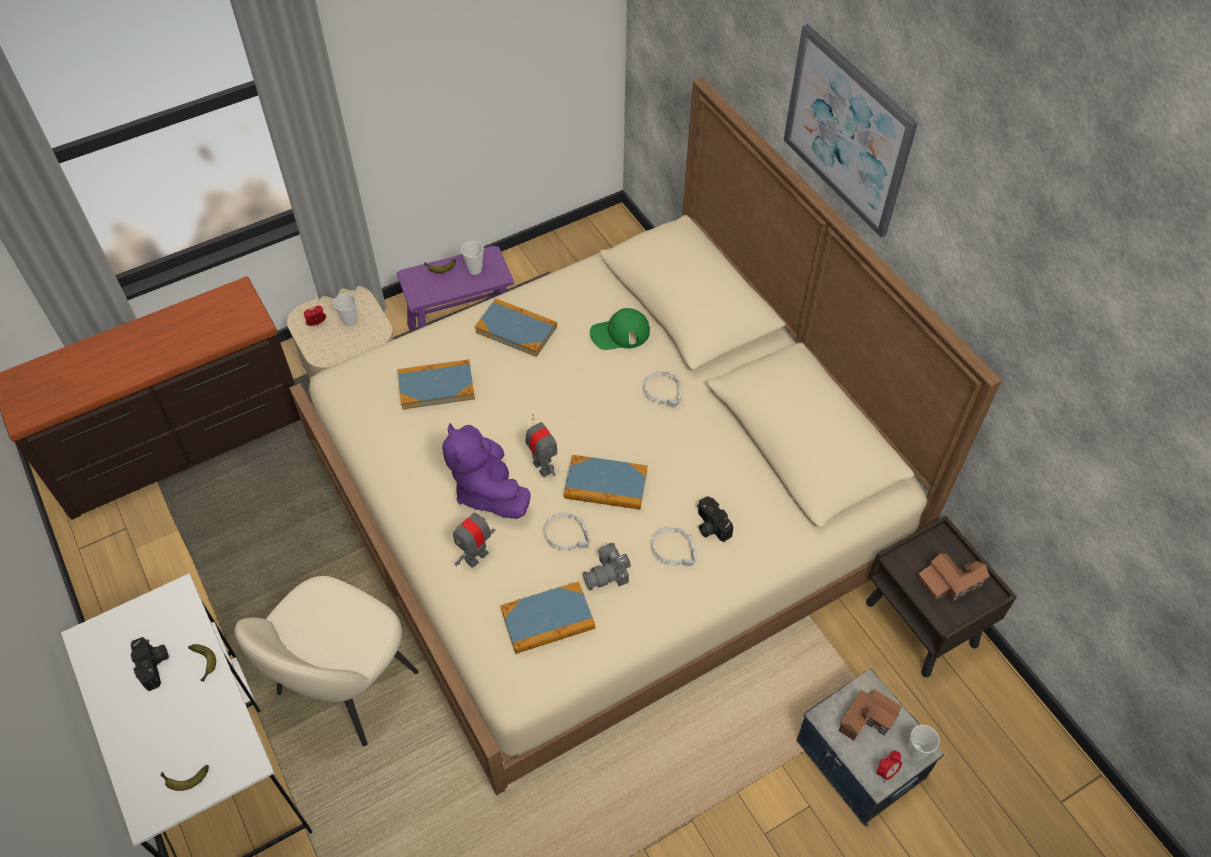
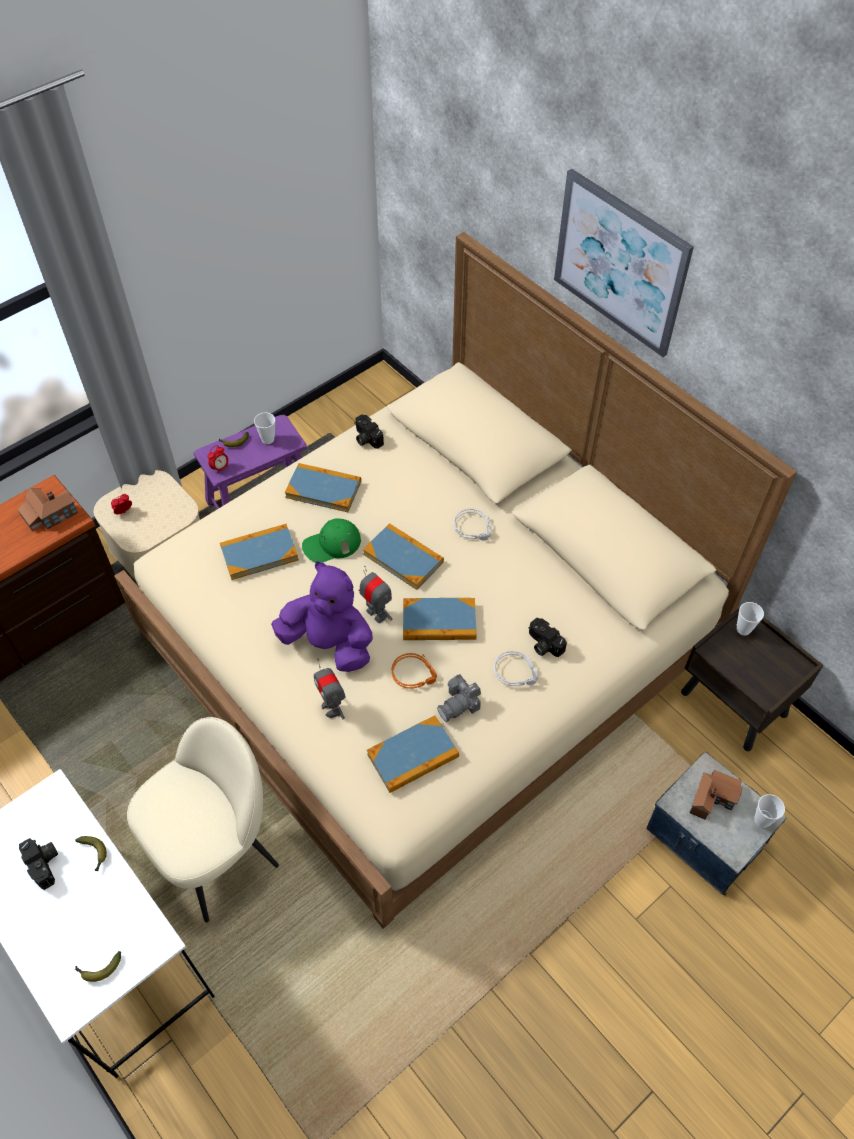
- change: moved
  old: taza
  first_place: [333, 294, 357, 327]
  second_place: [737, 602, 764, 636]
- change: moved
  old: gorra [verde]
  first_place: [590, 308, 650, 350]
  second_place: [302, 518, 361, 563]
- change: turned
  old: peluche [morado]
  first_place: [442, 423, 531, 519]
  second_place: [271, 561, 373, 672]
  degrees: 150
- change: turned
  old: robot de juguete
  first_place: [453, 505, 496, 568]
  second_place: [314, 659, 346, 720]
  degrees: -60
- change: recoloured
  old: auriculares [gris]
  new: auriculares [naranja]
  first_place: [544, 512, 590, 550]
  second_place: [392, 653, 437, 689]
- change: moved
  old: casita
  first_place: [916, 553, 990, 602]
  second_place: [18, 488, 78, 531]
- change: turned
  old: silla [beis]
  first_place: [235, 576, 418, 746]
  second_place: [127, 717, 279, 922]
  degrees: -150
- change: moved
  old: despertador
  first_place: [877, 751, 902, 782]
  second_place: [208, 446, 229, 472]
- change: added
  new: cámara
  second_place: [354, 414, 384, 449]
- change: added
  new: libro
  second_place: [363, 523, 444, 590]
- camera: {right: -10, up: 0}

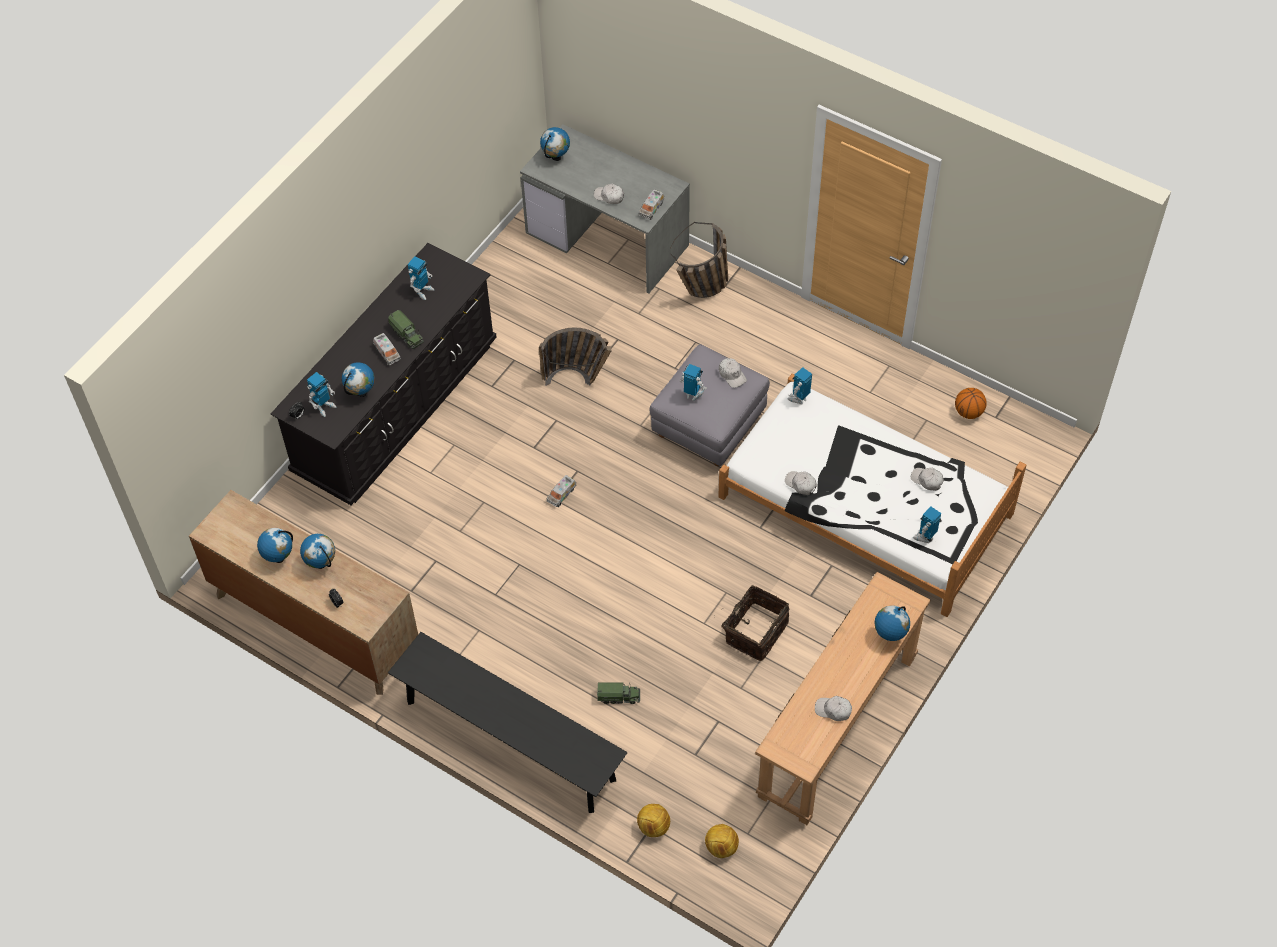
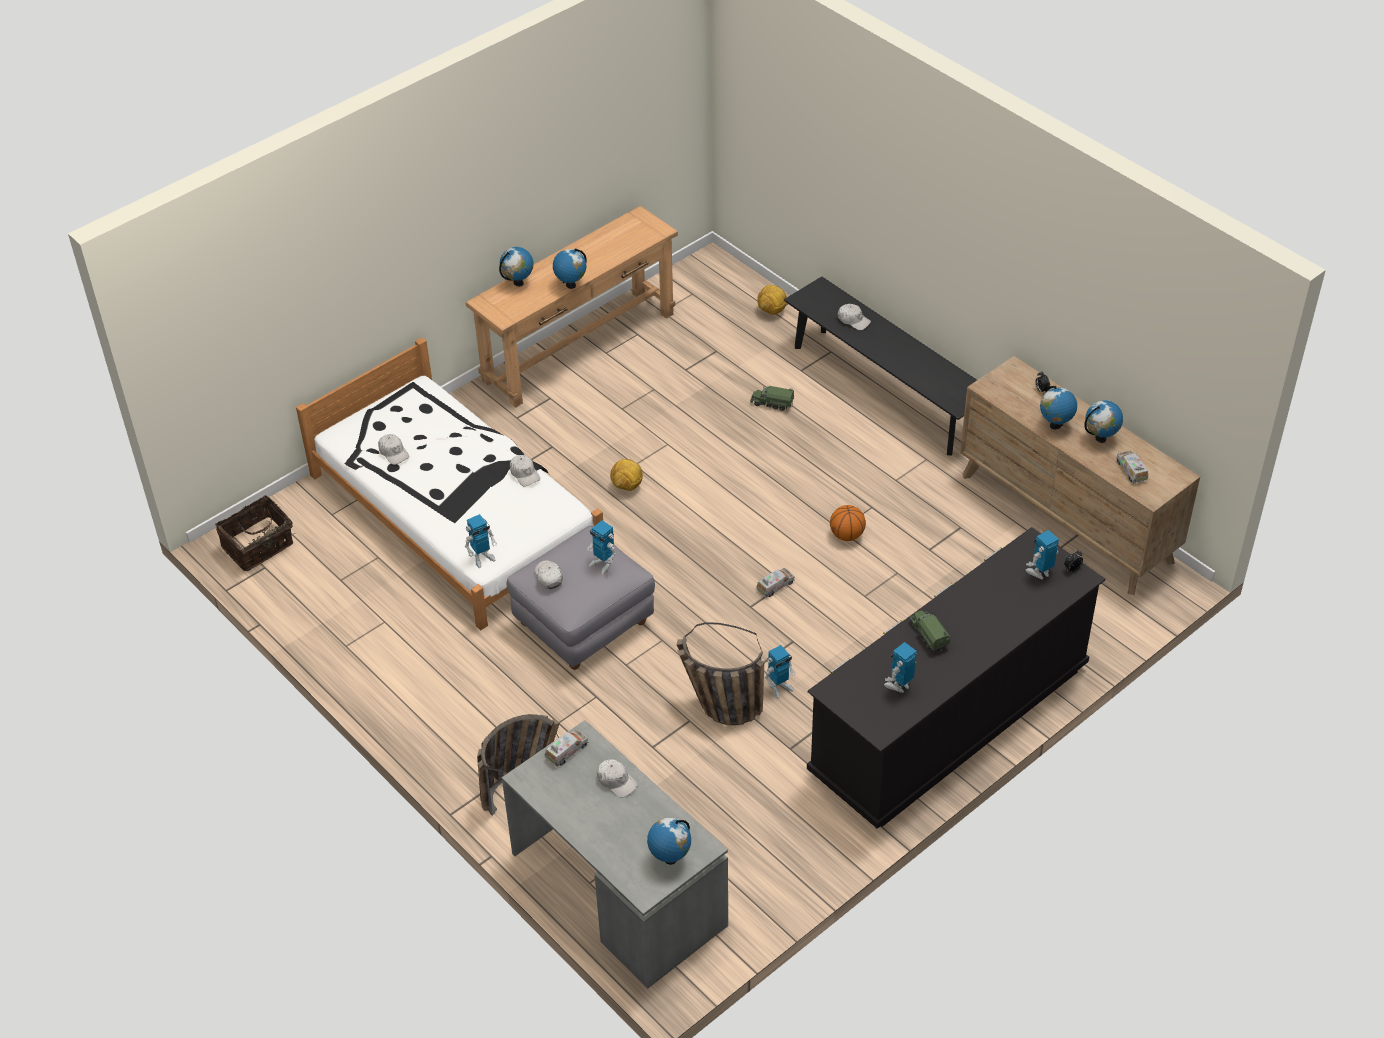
- change: moved
  old: camión de juguete
  first_place: [373, 333, 401, 366]
  second_place: [1116, 451, 1148, 484]
- change: moved
  old: globo terráqueo
  first_place: [342, 362, 375, 397]
  second_place: [553, 248, 587, 289]
- change: moved
  old: balón de baloncesto
  first_place: [955, 388, 987, 419]
  second_place: [830, 505, 866, 541]
- change: moved
  old: robot de juguete
  first_place: [913, 506, 941, 543]
  second_place: [765, 645, 796, 699]
- change: moved
  old: cesta
  first_place: [714, 585, 789, 661]
  second_place: [215, 495, 293, 571]
- change: moved
  old: gorra [blanco]
  first_place: [815, 696, 852, 721]
  second_place: [838, 304, 871, 330]
- change: moved
  old: balón de fútbol
  first_place: [705, 824, 739, 858]
  second_place: [610, 459, 643, 491]
- camera: {right: -165, up: -10}

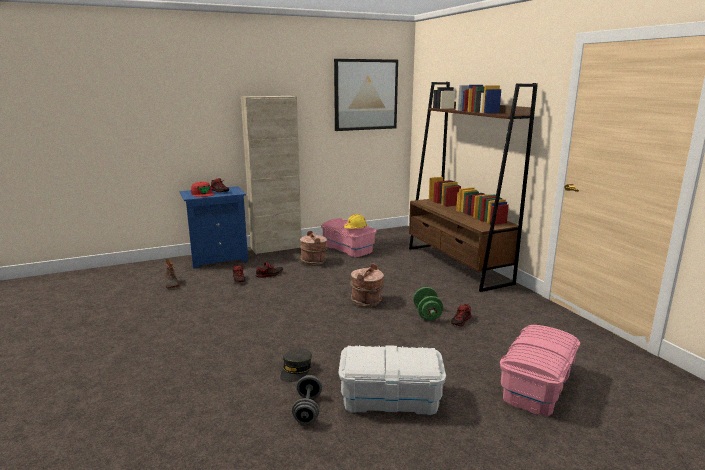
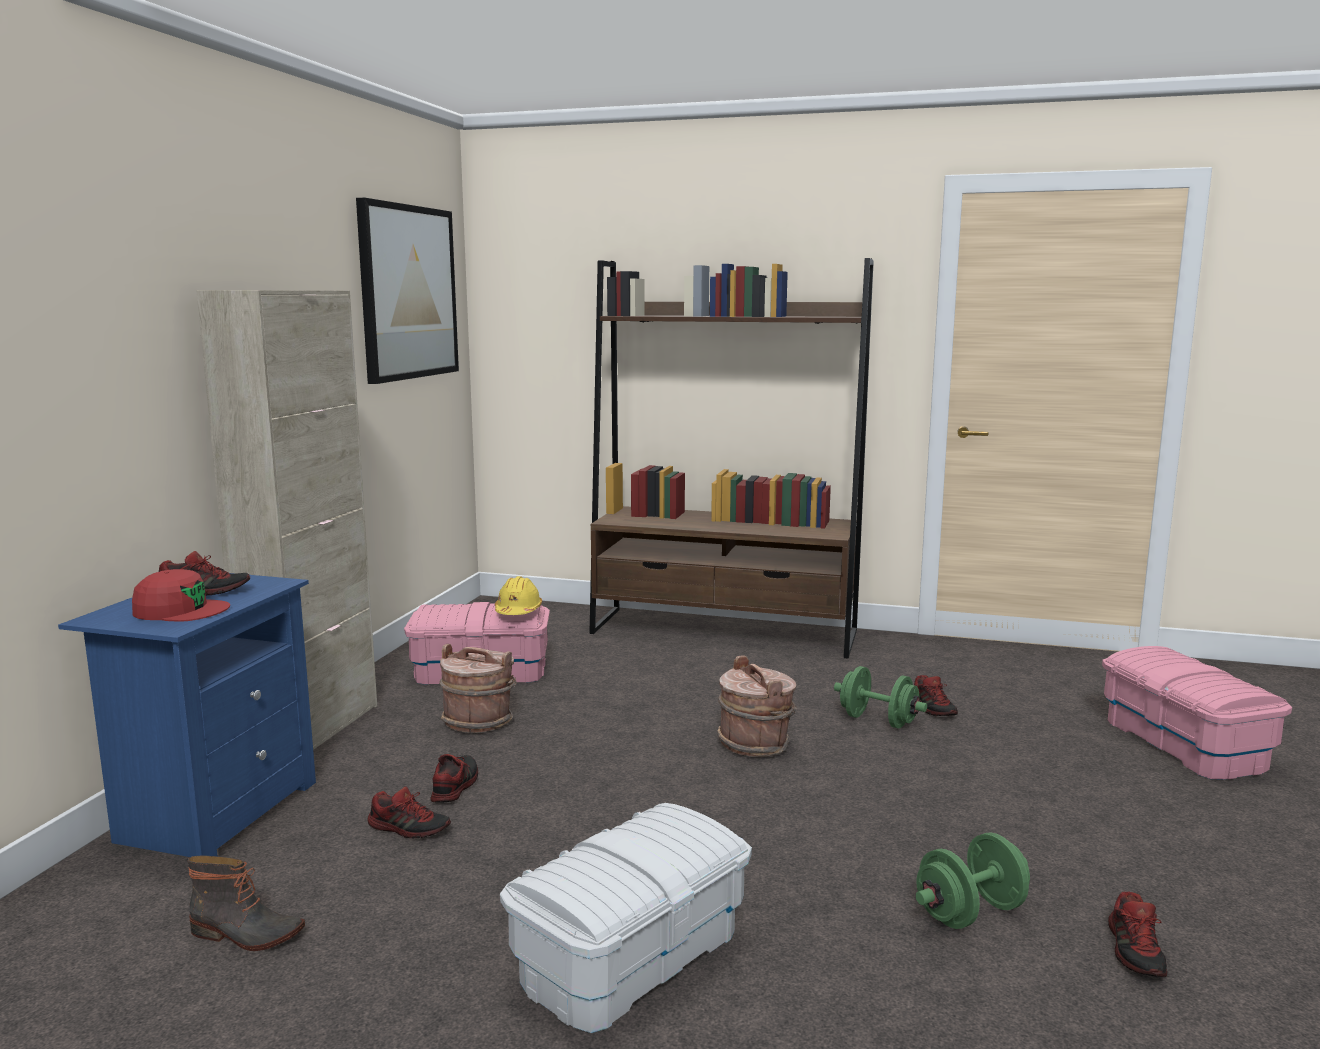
- change: moved
  old: caja de almacenaje [blanco]
  first_place: [338, 345, 446, 415]
  second_place: [500, 803, 752, 1033]
- change: replaced
  old: gorra [gris]
  new: mancuerna [verde]
  first_place: [280, 349, 312, 383]
  second_place: [916, 833, 1030, 929]
- change: replaced
  old: mancuerna [gris]
  new: zapato
  first_place: [292, 375, 322, 424]
  second_place: [1108, 892, 1167, 977]
- camera: {right: -50, up: -5}

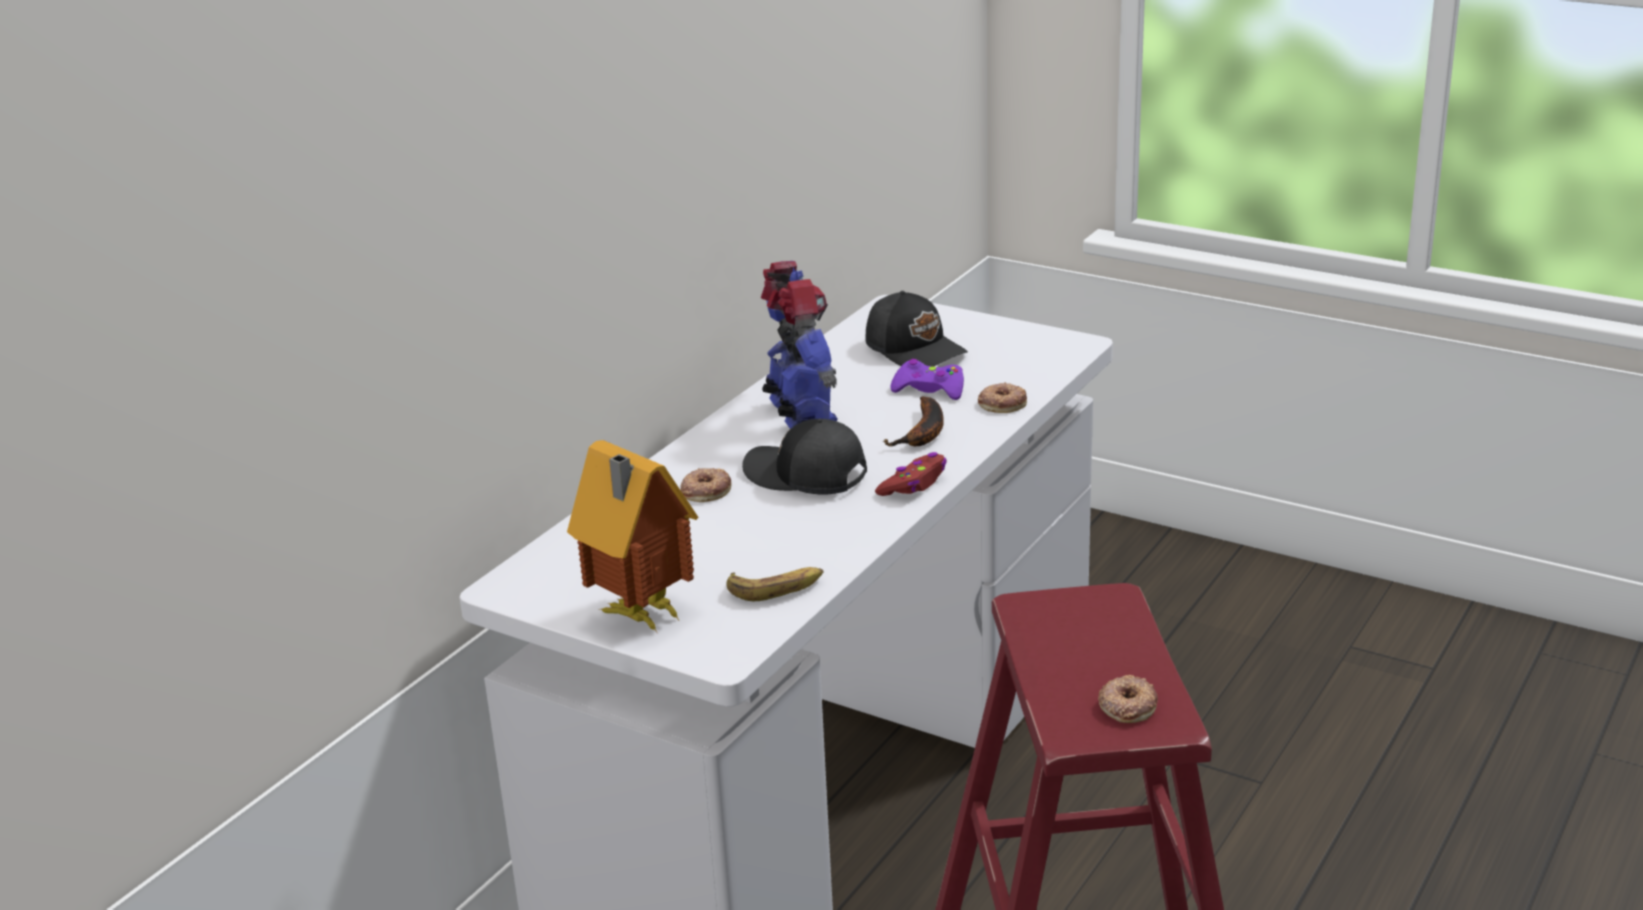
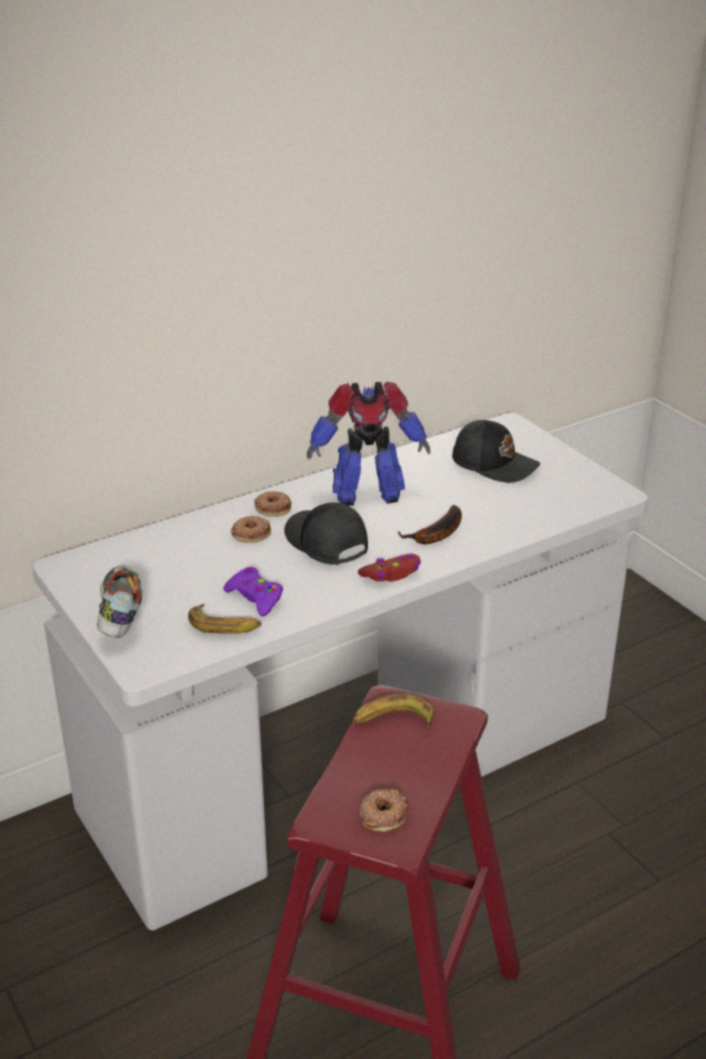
- change: turned
  old: robot de juguete
  first_place: [761, 261, 838, 429]
  second_place: [307, 382, 430, 506]
  degrees: 75
- change: turned
  old: gorra [negro]
  first_place: [865, 291, 968, 366]
  second_place: [452, 420, 540, 482]
  degrees: -45
- change: moved
  old: mando de consola [morado]
  first_place: [890, 359, 964, 400]
  second_place: [223, 567, 283, 616]
- change: moved
  old: rosquilla
  first_place: [978, 382, 1027, 413]
  second_place: [254, 491, 292, 517]
- change: replaced
  old: casita
  new: zapato
  first_place: [567, 440, 698, 632]
  second_place: [97, 565, 143, 638]
- change: added
  new: plátano
  second_place: [353, 694, 435, 728]
- camera: {right: 25, up: 5}

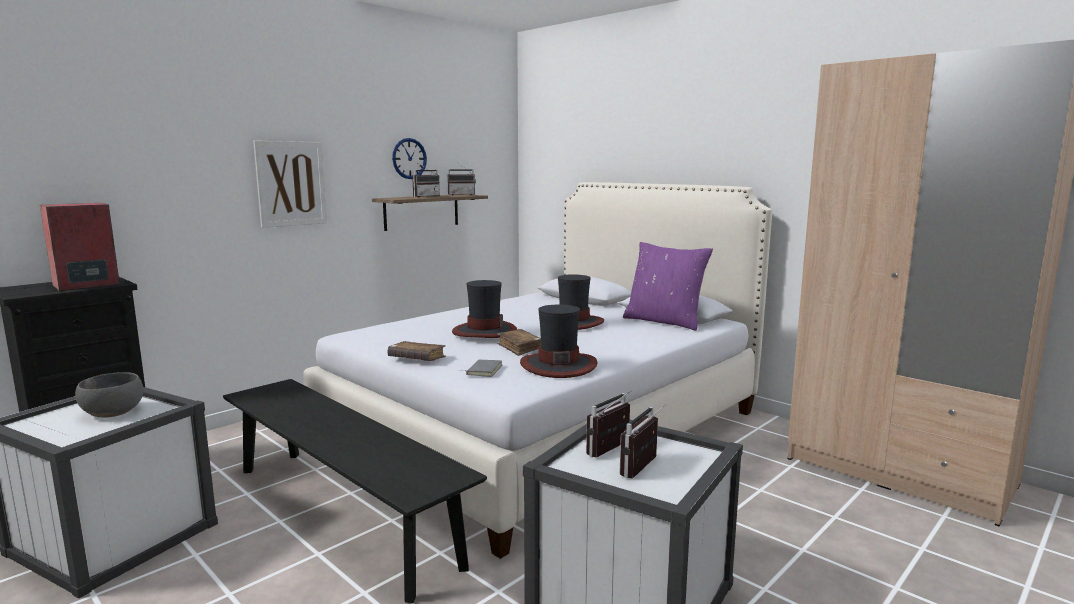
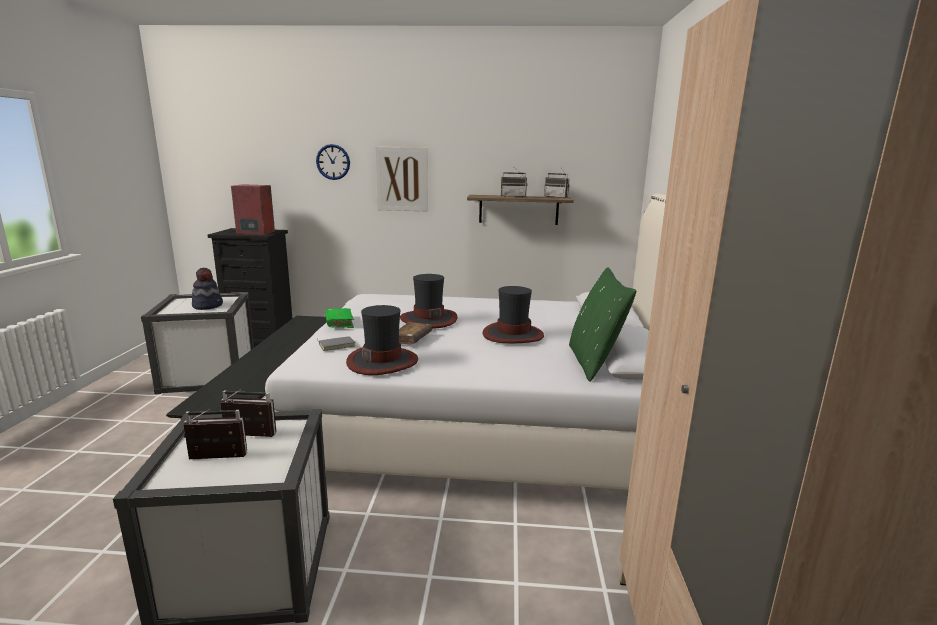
- change: moved
  old: reloj de pared
  first_place: [392, 138, 427, 179]
  second_place: [316, 144, 350, 180]
- change: recoloured
  old: cojín [morado]
  new: cojín [verde]
  first_place: [623, 242, 713, 331]
  second_place: [569, 267, 636, 382]
- change: recoloured
  old: libro [marrón]
  new: libro [verde]
  first_place: [388, 341, 446, 361]
  second_place: [325, 308, 354, 328]
- change: replaced
  old: cuenco [gris]
  new: sombrero
  first_place: [75, 372, 143, 418]
  second_place: [192, 268, 223, 310]
- camera: {right: 50, up: 5}

